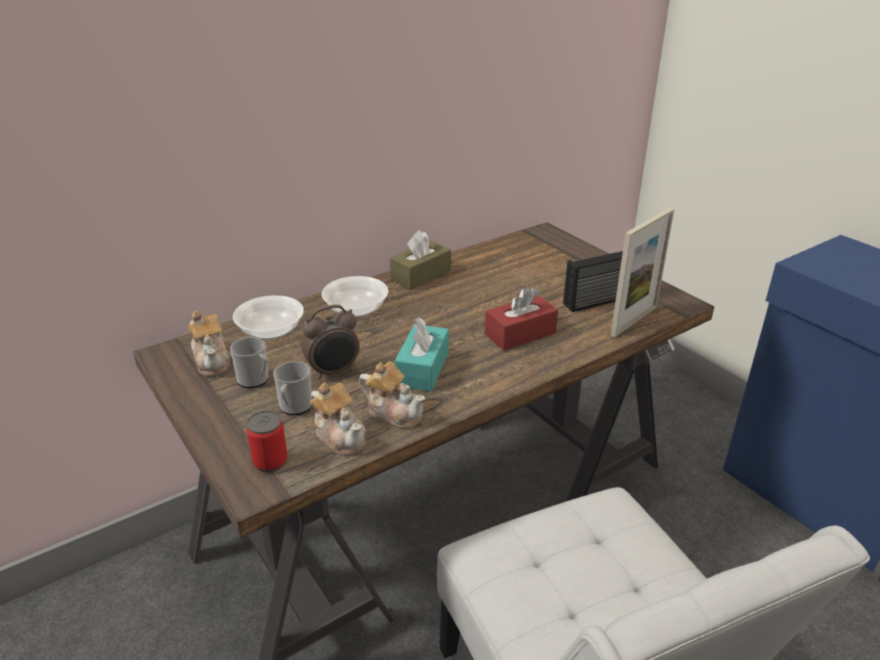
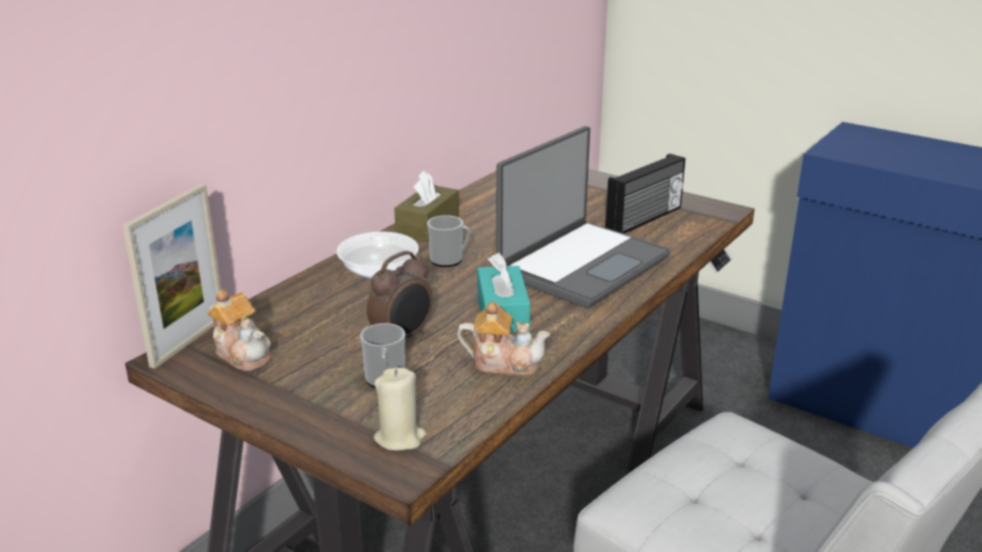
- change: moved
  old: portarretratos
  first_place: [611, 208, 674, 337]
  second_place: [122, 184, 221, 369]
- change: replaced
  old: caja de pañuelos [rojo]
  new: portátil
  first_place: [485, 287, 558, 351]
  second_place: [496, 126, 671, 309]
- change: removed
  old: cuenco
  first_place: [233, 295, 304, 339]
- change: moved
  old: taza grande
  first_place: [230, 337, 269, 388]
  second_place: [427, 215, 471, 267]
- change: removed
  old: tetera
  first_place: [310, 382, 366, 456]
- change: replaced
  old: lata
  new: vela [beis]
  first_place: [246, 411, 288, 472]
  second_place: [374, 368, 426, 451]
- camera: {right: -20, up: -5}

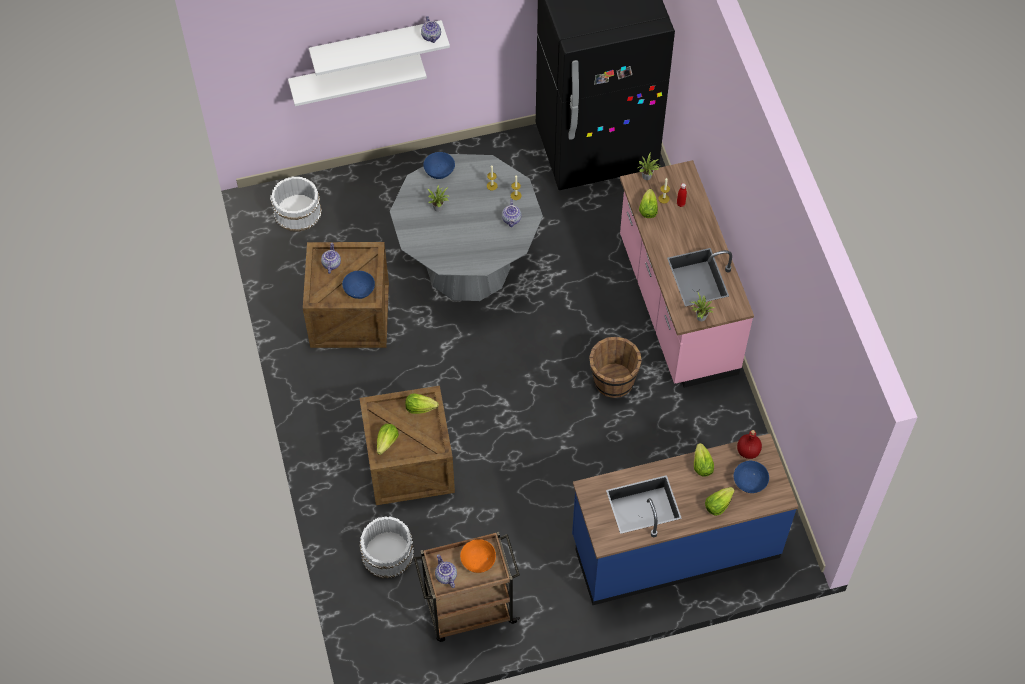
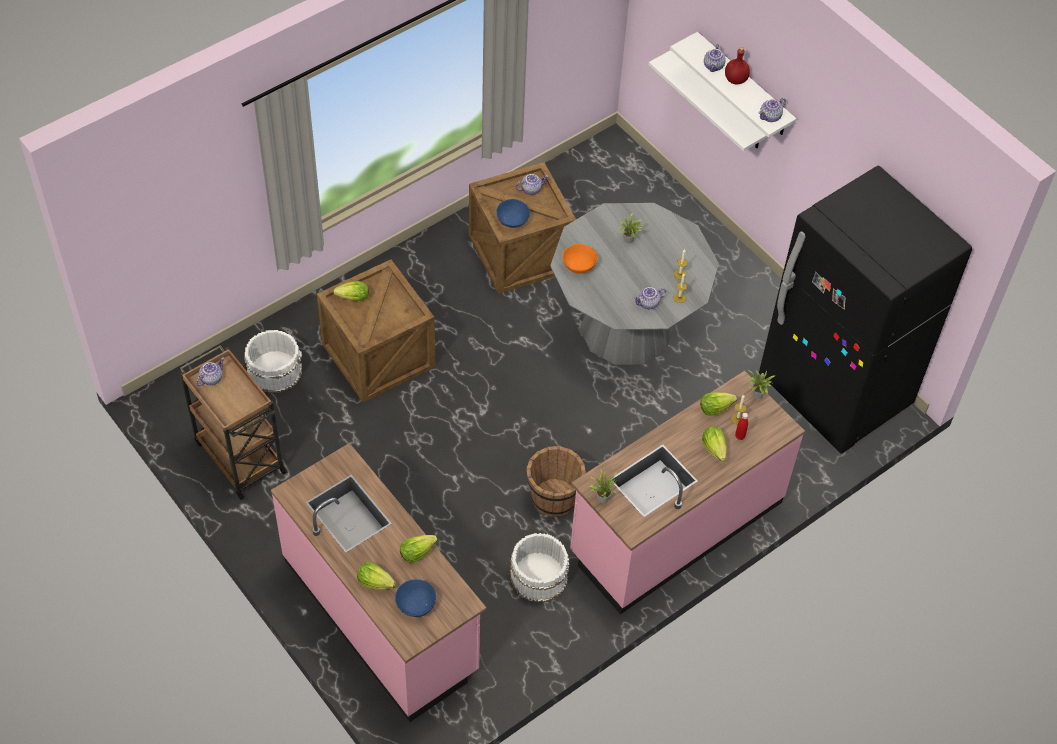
- change: removed
  old: cuenco [azul]
  first_place: [423, 152, 455, 179]
- change: moved
  old: cubo [blanco]
  first_place: [270, 177, 322, 232]
  second_place: [510, 533, 569, 603]
- change: moved
  old: lechuga
  first_place: [405, 393, 439, 414]
  second_place: [702, 426, 727, 462]
- change: moved
  old: botella [rojo]
  first_place: [737, 430, 762, 459]
  second_place: [725, 47, 750, 84]
- change: recoloured
  old: mueble bajo de cocina [azul]
  new: mueble bajo de cocina [rosa]
  first_place: [572, 434, 799, 605]
  second_place: [271, 443, 487, 722]
- change: moved
  old: cuenco [naranja]
  first_place: [460, 539, 496, 573]
  second_place: [562, 244, 598, 274]
- change: added
  new: tetera
  second_place: [704, 44, 726, 72]
- camera: {right: 65, up: -5}

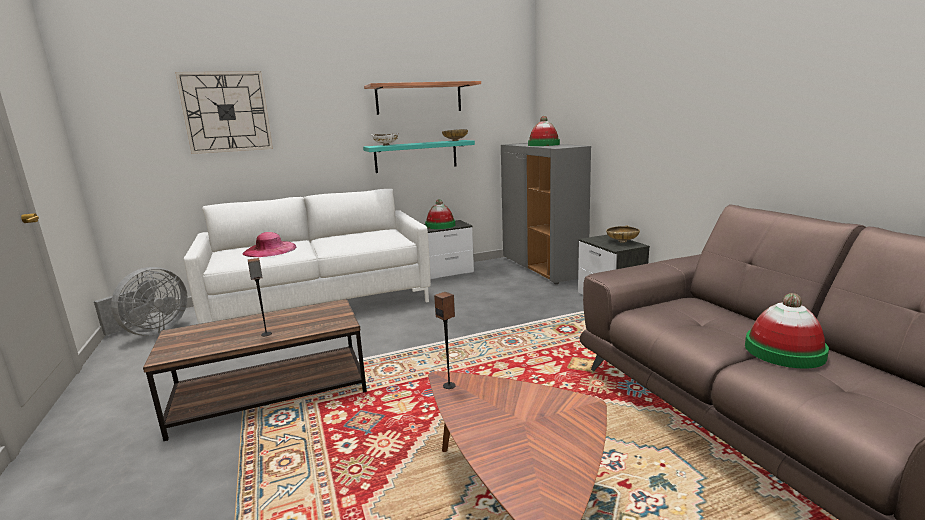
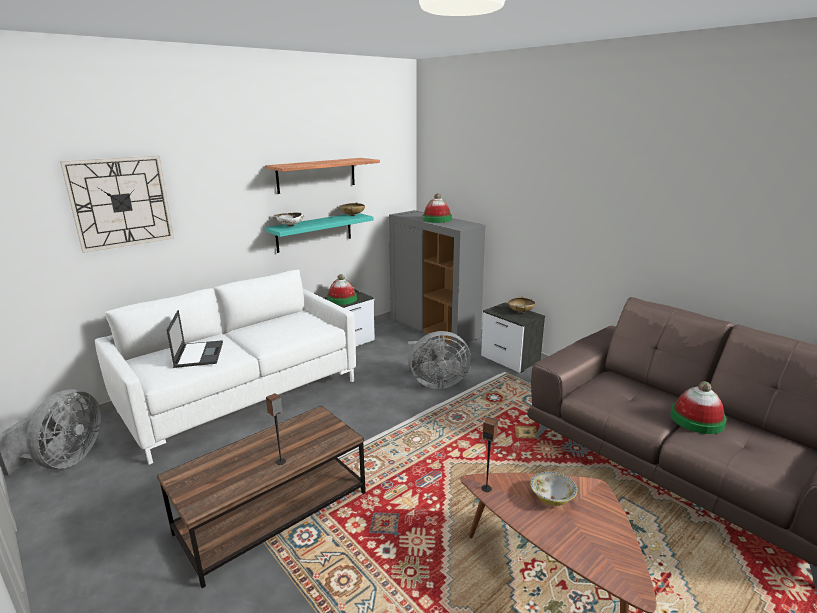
- change: replaced
  old: sombrero [rosa]
  new: portátil
  first_place: [243, 232, 296, 257]
  second_place: [167, 310, 223, 368]
- change: added
  new: ventilador [gris]
  second_place: [408, 331, 471, 389]
- change: added
  new: cuenco
  second_place: [530, 472, 577, 506]
- camera: {right: -20, up: 5}

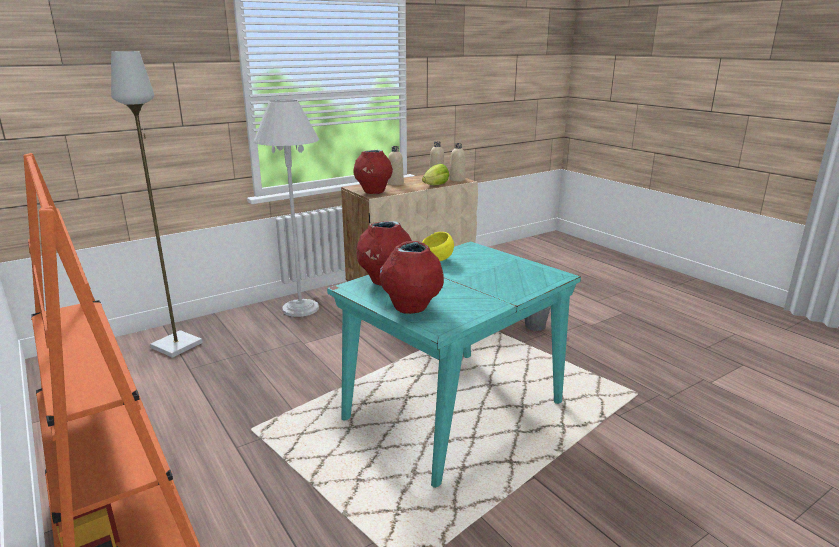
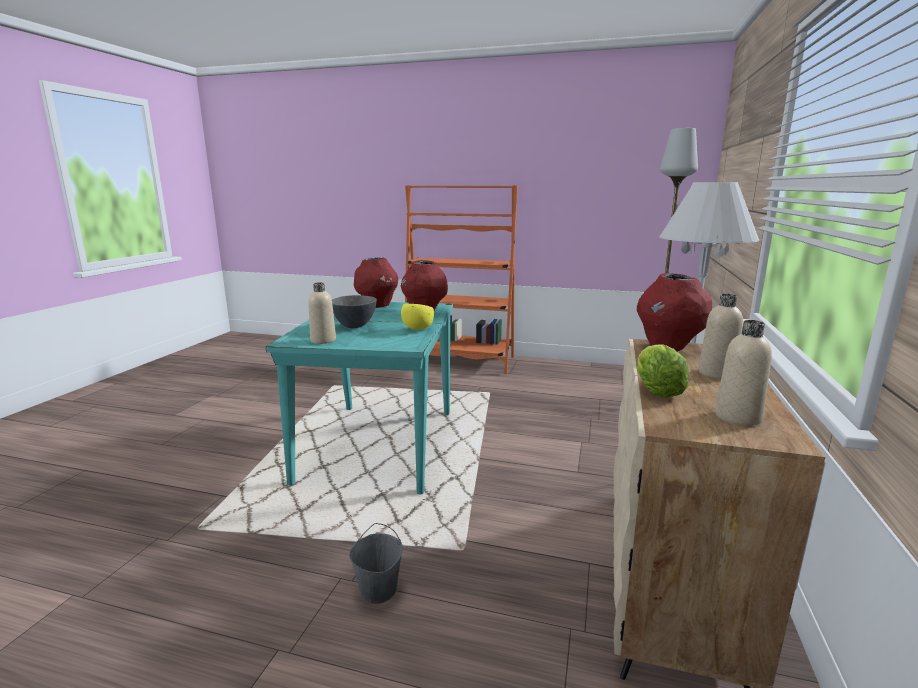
- change: moved
  old: botella [beis]
  first_place: [450, 143, 465, 182]
  second_place: [308, 283, 336, 344]
- change: added
  new: cuenco [gris]
  second_place: [332, 295, 377, 328]
- camera: {right: 140, up: -5}

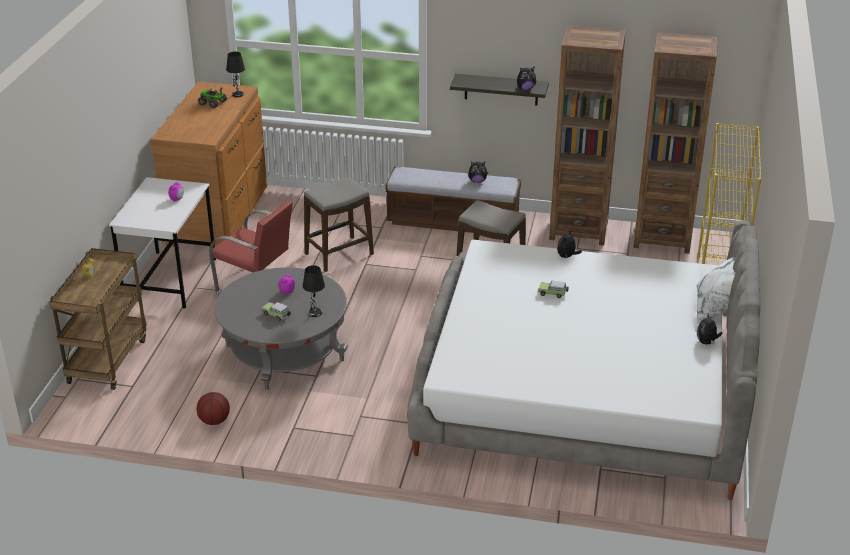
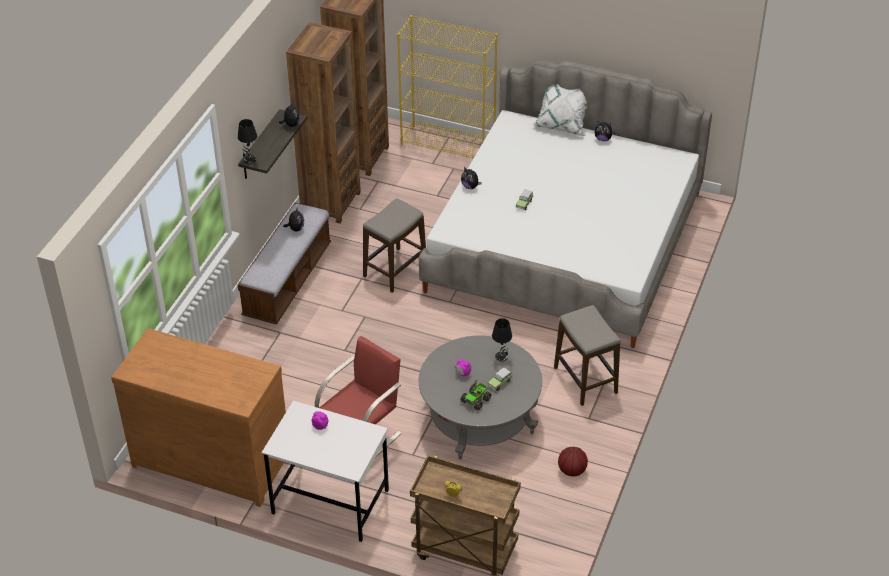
- change: moved
  old: lámpara de mesa [negro]
  first_place: [226, 52, 245, 97]
  second_place: [238, 119, 257, 163]
- change: moved
  old: camión de juguete
  first_place: [198, 88, 227, 108]
  second_place: [460, 379, 491, 411]
- change: moved
  old: taburete
  first_place: [304, 177, 374, 272]
  second_place: [554, 305, 620, 406]
- camera: {right: -80, up: 10}

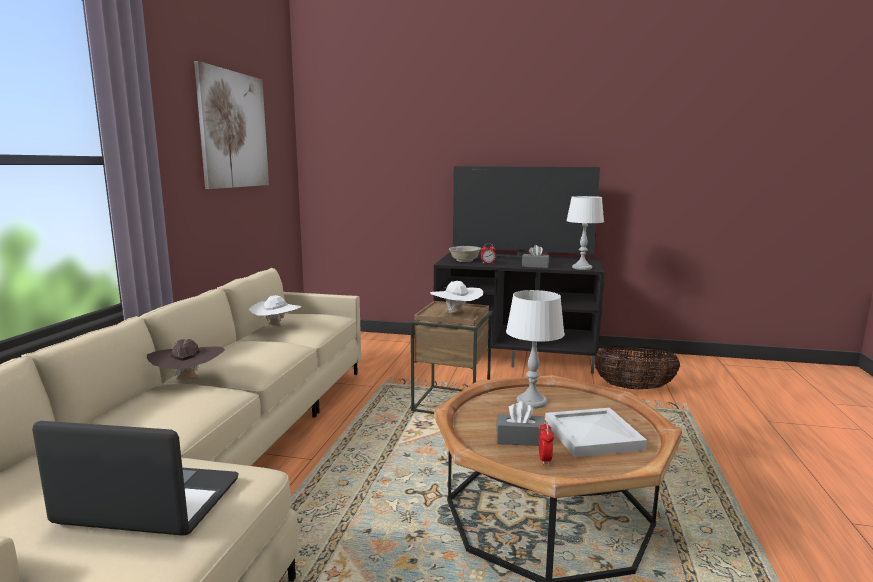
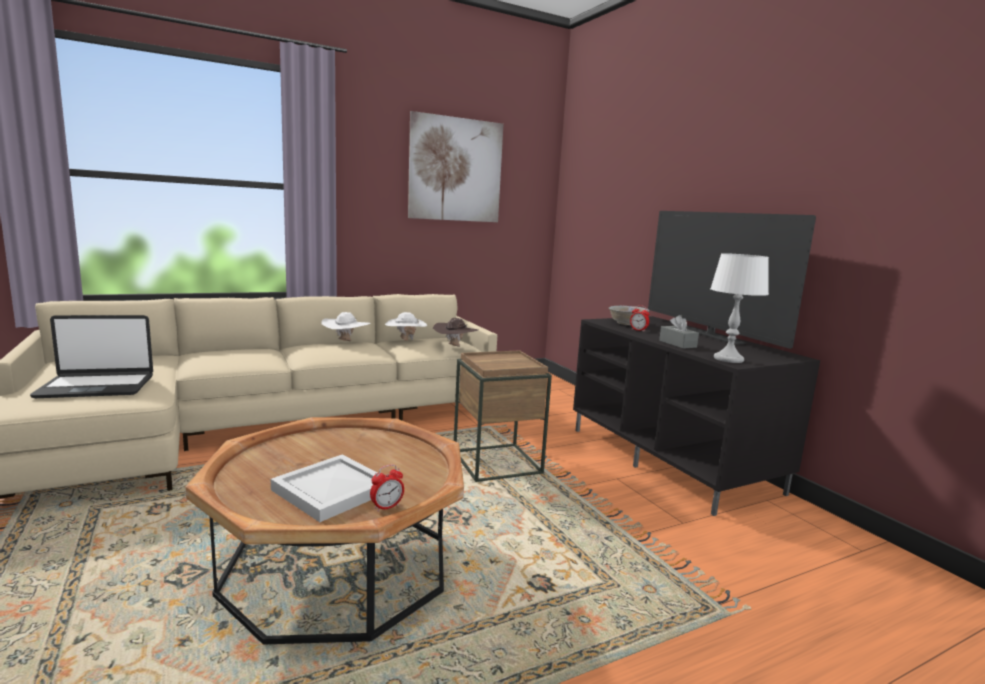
- change: moved
  old: sombrero [blanco]
  first_place: [430, 281, 483, 313]
  second_place: [322, 312, 370, 341]
- change: removed
  old: lámpara de mesa [blanco]
  first_place: [506, 290, 565, 408]
- change: moved
  old: sombrero [marrón]
  first_place: [147, 339, 225, 380]
  second_place: [433, 318, 478, 347]
- change: removed
  old: cesta
  first_place: [594, 346, 680, 389]
- change: removed
  old: caja de pañuelos [gris]
  first_place: [496, 401, 545, 446]
- change: moved
  old: despertador
  first_place: [539, 420, 554, 465]
  second_place: [370, 464, 404, 511]
- change: turned
  old: portátil
  first_place: [32, 421, 239, 536]
  second_place: [30, 315, 153, 398]
  degrees: 105
- camera: {right: 50, up: 0}

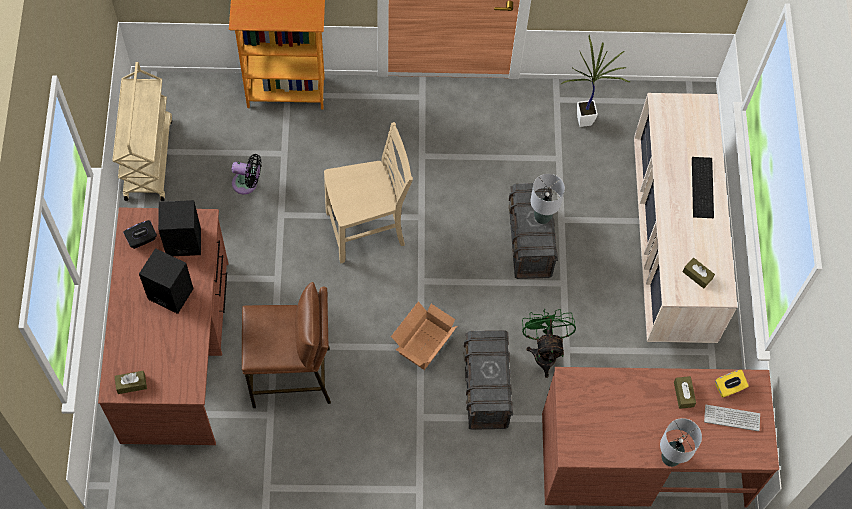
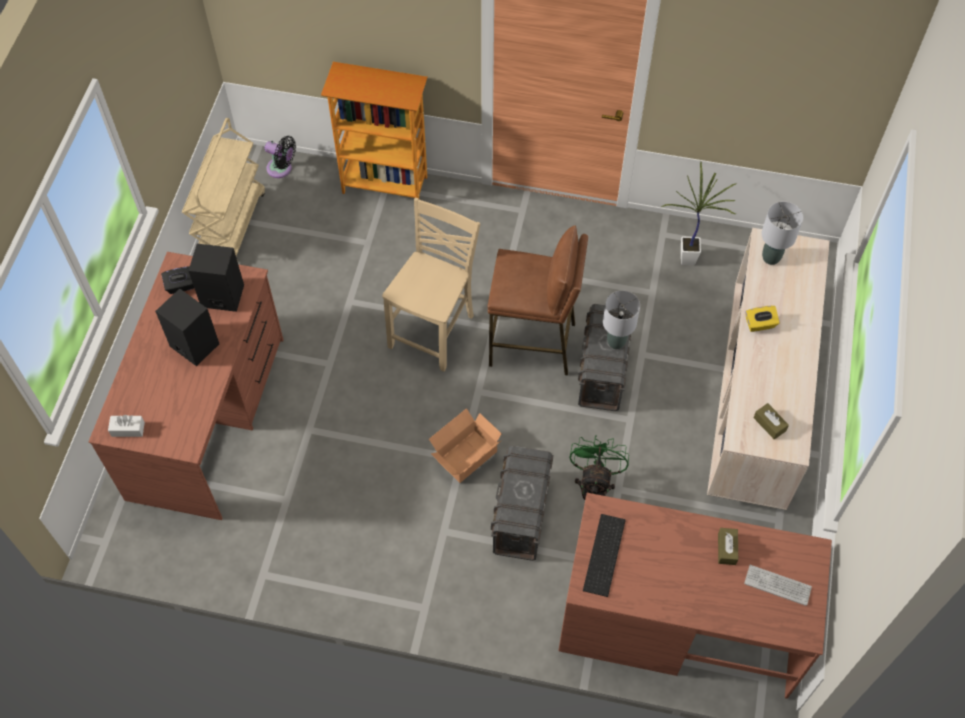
- change: turned
  old: silla [beis]
  first_place: [324, 122, 413, 263]
  second_place: [382, 198, 481, 372]
  degrees: -60
- change: moved
  old: ventilador [negro]
  first_place: [232, 154, 261, 194]
  second_place: [264, 136, 296, 178]
- change: moved
  old: teclado
  first_place: [692, 157, 714, 218]
  second_place: [583, 514, 626, 597]
- change: moved
  old: taburete [marrón]
  first_place: [242, 282, 331, 408]
  second_place: [488, 225, 588, 375]
- change: moved
  old: caja de pañuelos [amarillo]
  first_place: [715, 370, 749, 398]
  second_place: [745, 306, 780, 332]
- change: recoloured
  old: caja de pañuelos [marrón]
  new: caja de pañuelos [blanco]
  first_place: [114, 371, 147, 394]
  second_place: [108, 415, 145, 437]
- change: moved
  old: lámpara de mesa [gris]
  first_place: [660, 418, 702, 467]
  second_place: [761, 201, 803, 265]
- camera: {right: 15, up: -5}

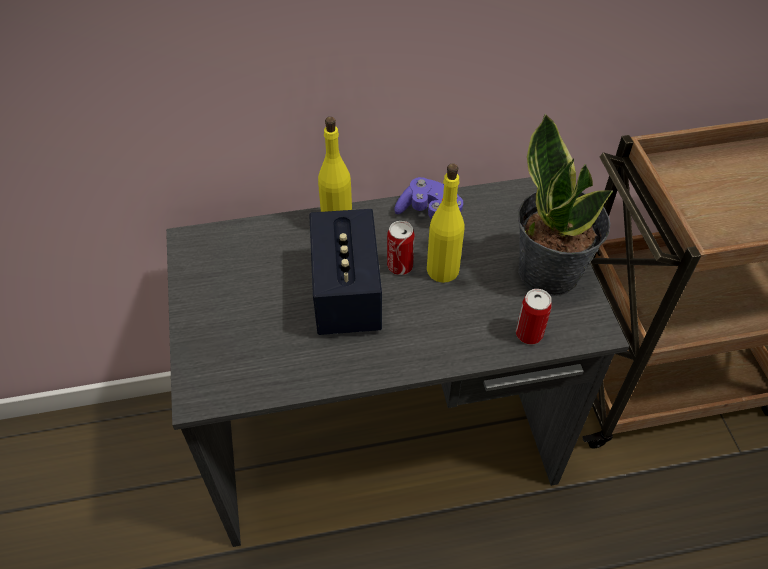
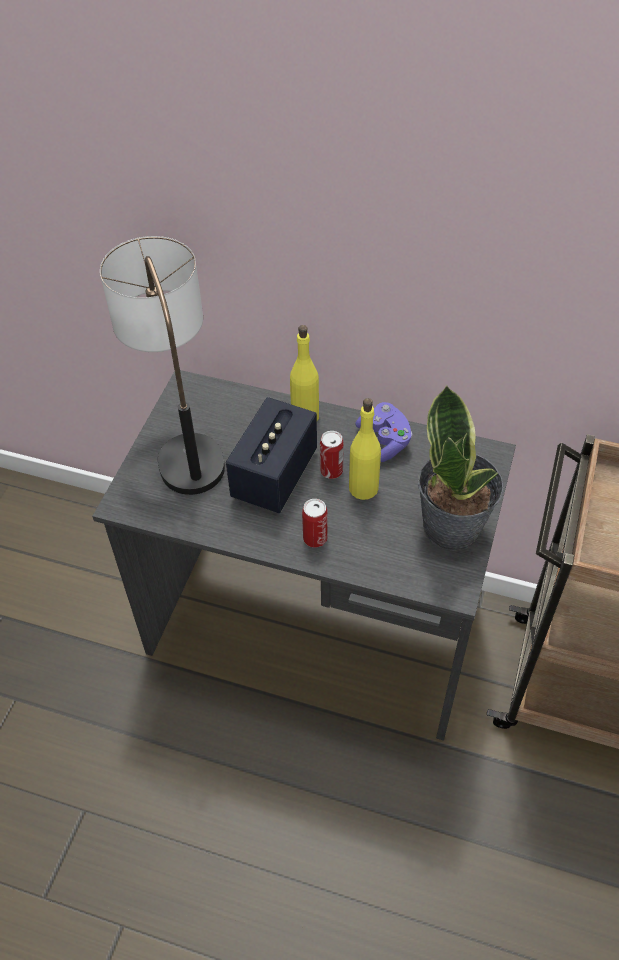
- change: moved
  old: lata
  first_place: [516, 289, 552, 344]
  second_place: [302, 499, 328, 548]
- change: added
  new: lámpara de mesa
  second_place: [100, 236, 225, 495]
- camera: {right: 30, up: 0}

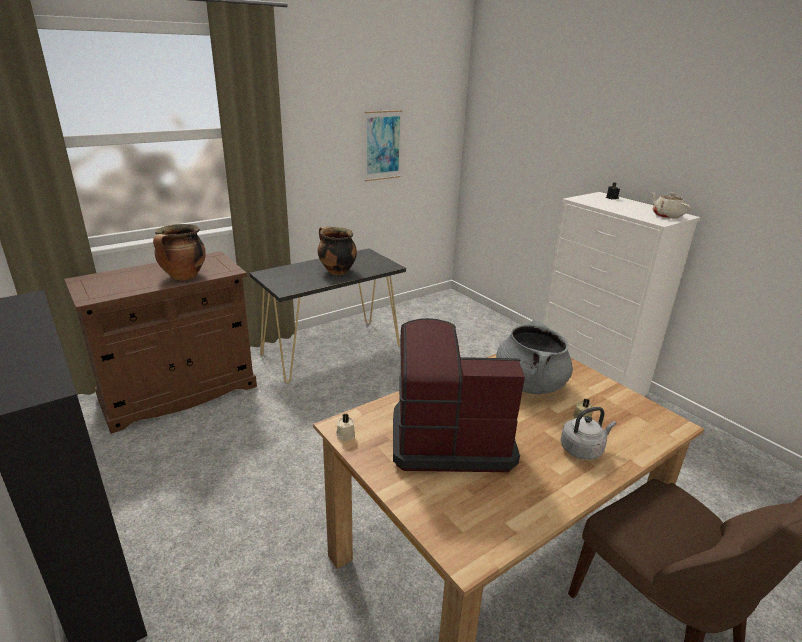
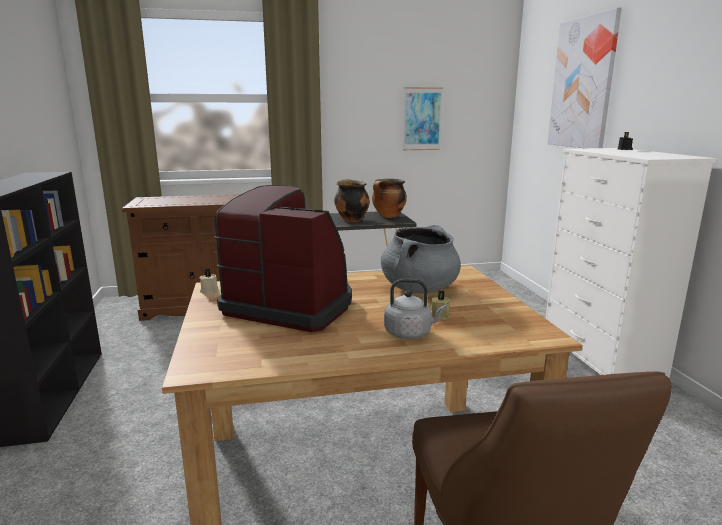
- change: removed
  old: tetera [beis]
  first_place: [651, 192, 691, 219]
- change: moved
  old: olla
  first_place: [153, 224, 206, 280]
  second_place: [372, 179, 407, 218]
- change: added
  new: cuadro
  second_place: [547, 7, 622, 148]
- camera: {right: 25, up: -10}

